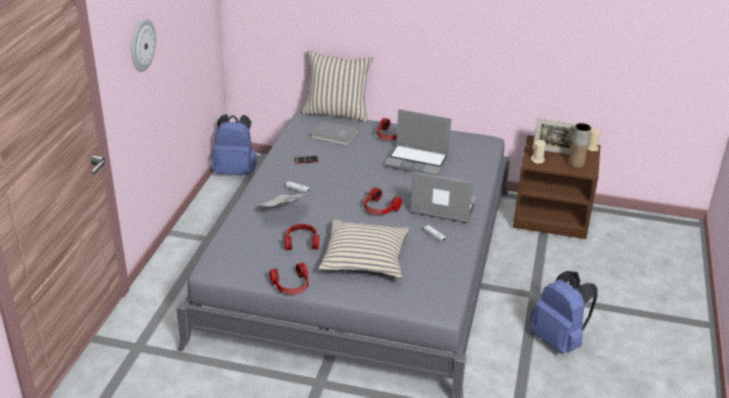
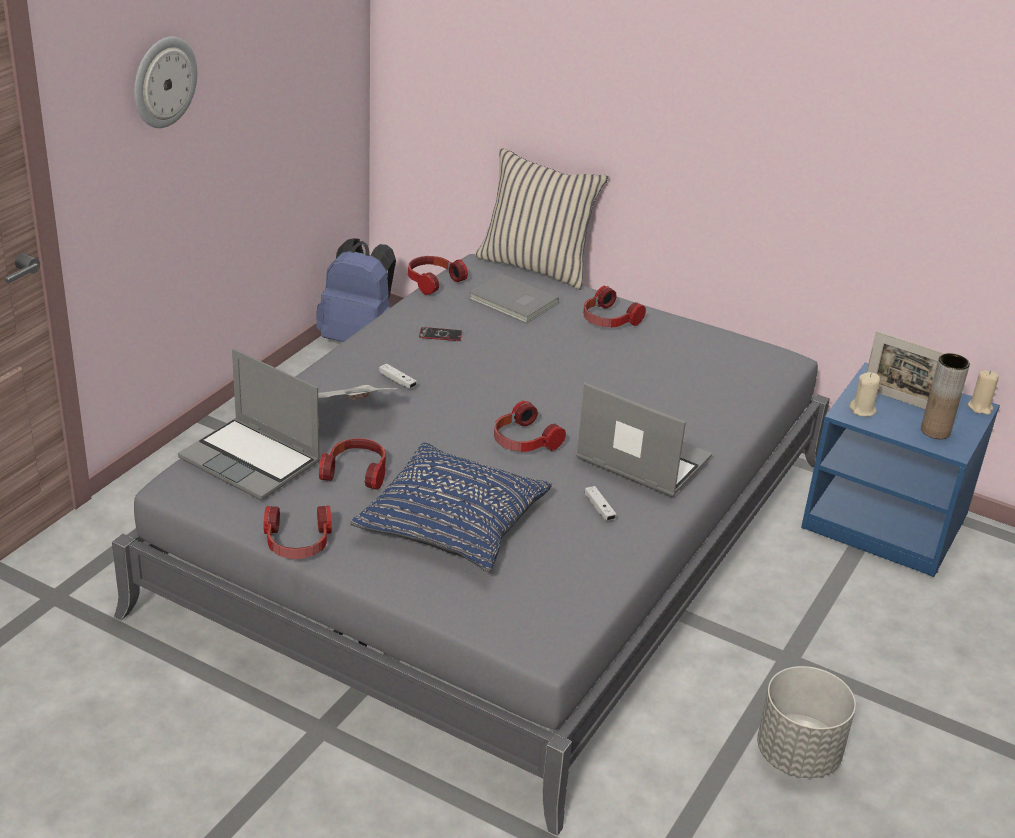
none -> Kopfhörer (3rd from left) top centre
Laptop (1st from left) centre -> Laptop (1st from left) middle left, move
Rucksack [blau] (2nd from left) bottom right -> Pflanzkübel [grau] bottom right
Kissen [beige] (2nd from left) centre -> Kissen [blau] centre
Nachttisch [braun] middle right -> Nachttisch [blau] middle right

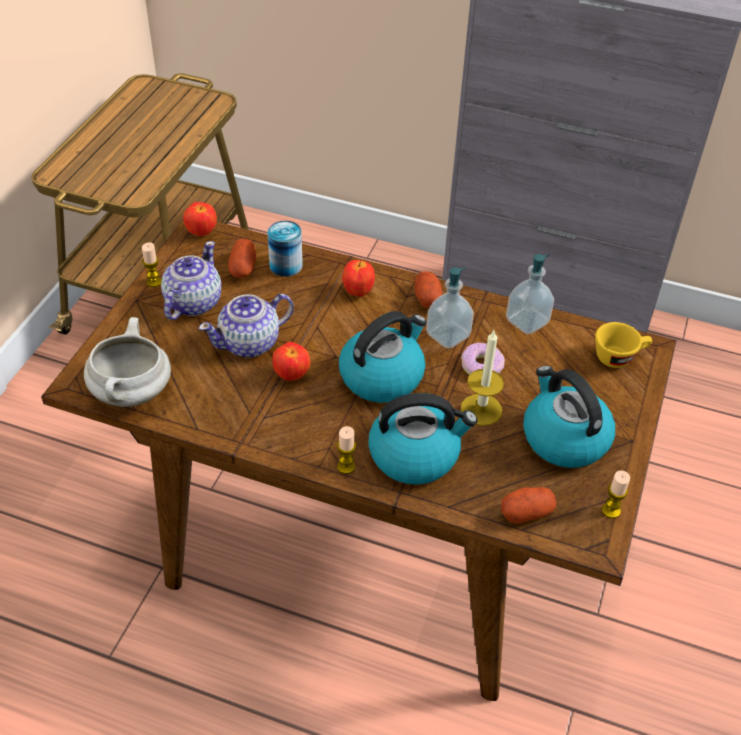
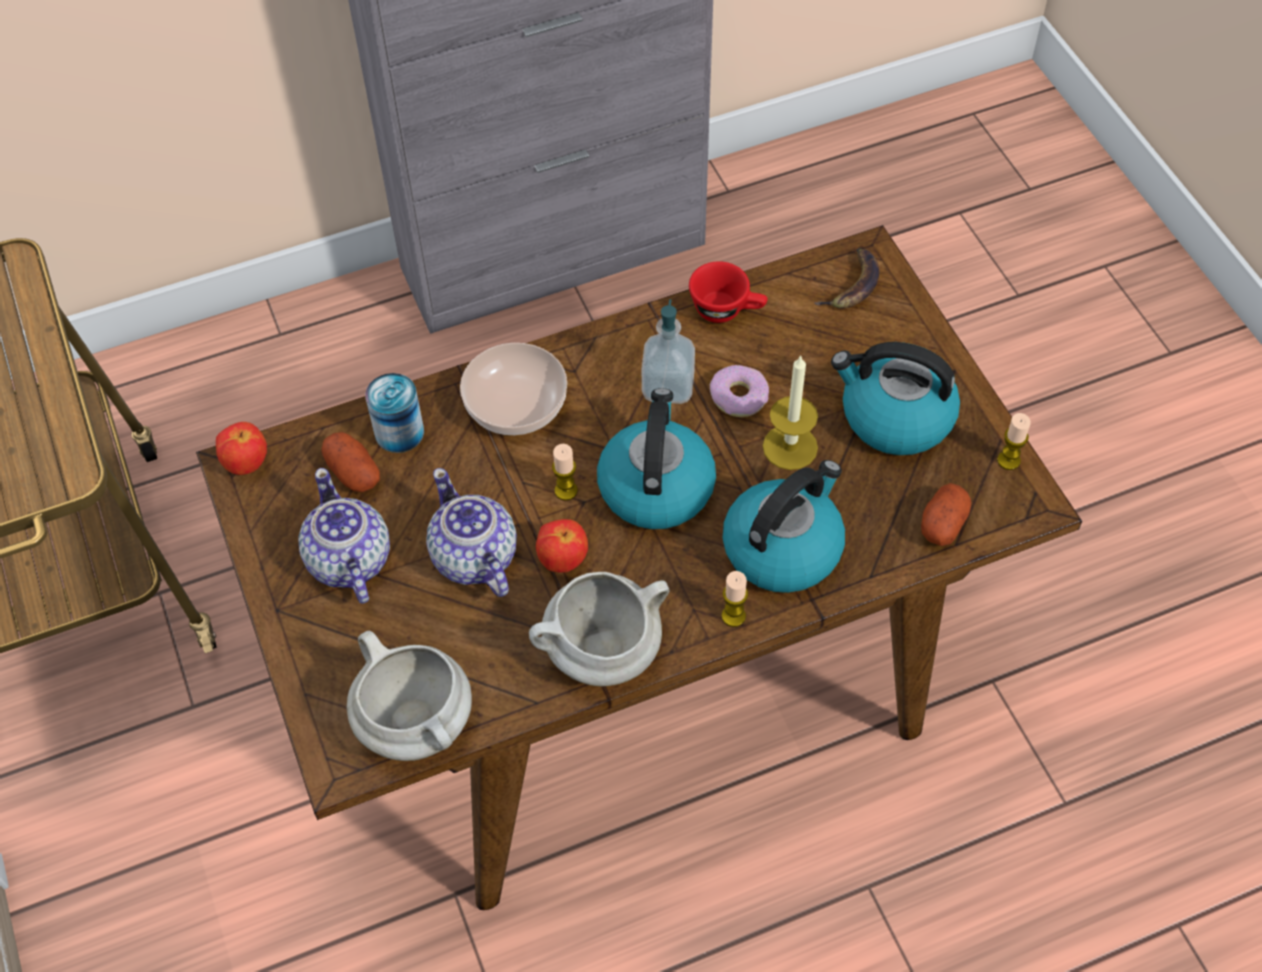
Kartoffel (2nd from left) centre -> none
none -> Kochtopf [weiß] (2nd from left) centre
Kerze (1st from left) middle left -> Kerze (1st from left) centre, move
Apfel (3rd from left) centre -> Schüssel centre
Seifenspender (2nd from left) middle right -> Tasse [rot] top centre
Tasse [gelb] middle right -> Banane top right
Teekanne (2nd from left) middle left -> Teekanne (2nd from left) centre, 135 degrees clockwise

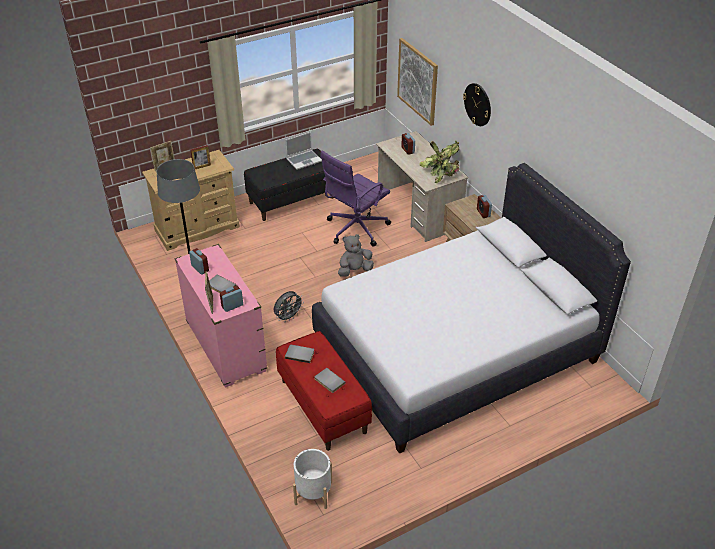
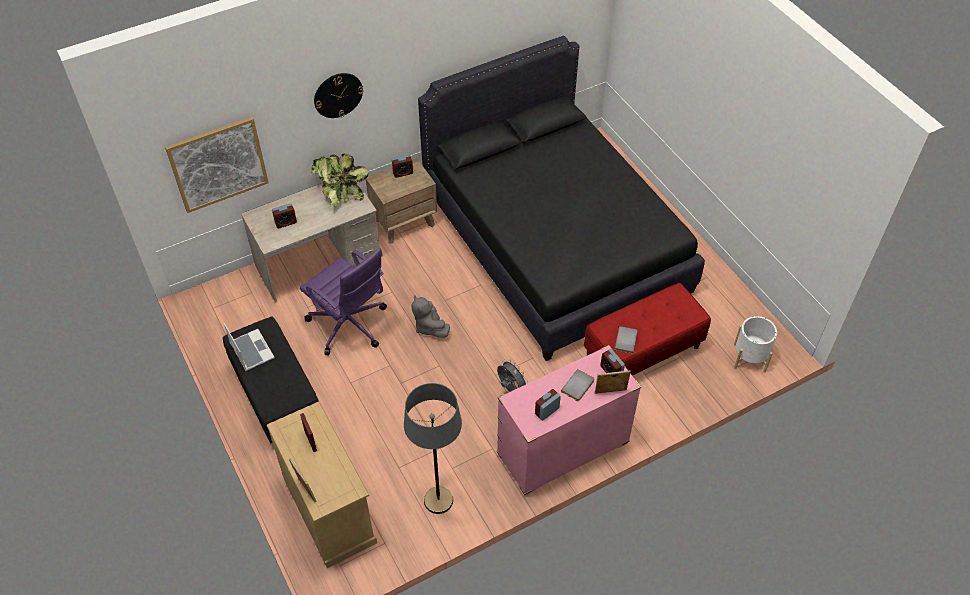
Buch [grau] (3rd from left) bottom centre -> none
Bett [weiß] centre -> Bett [schwarz] top centre

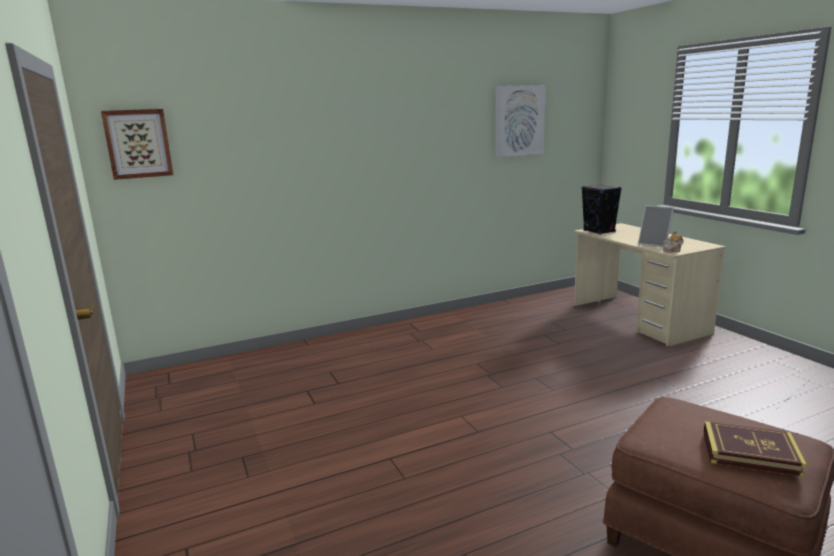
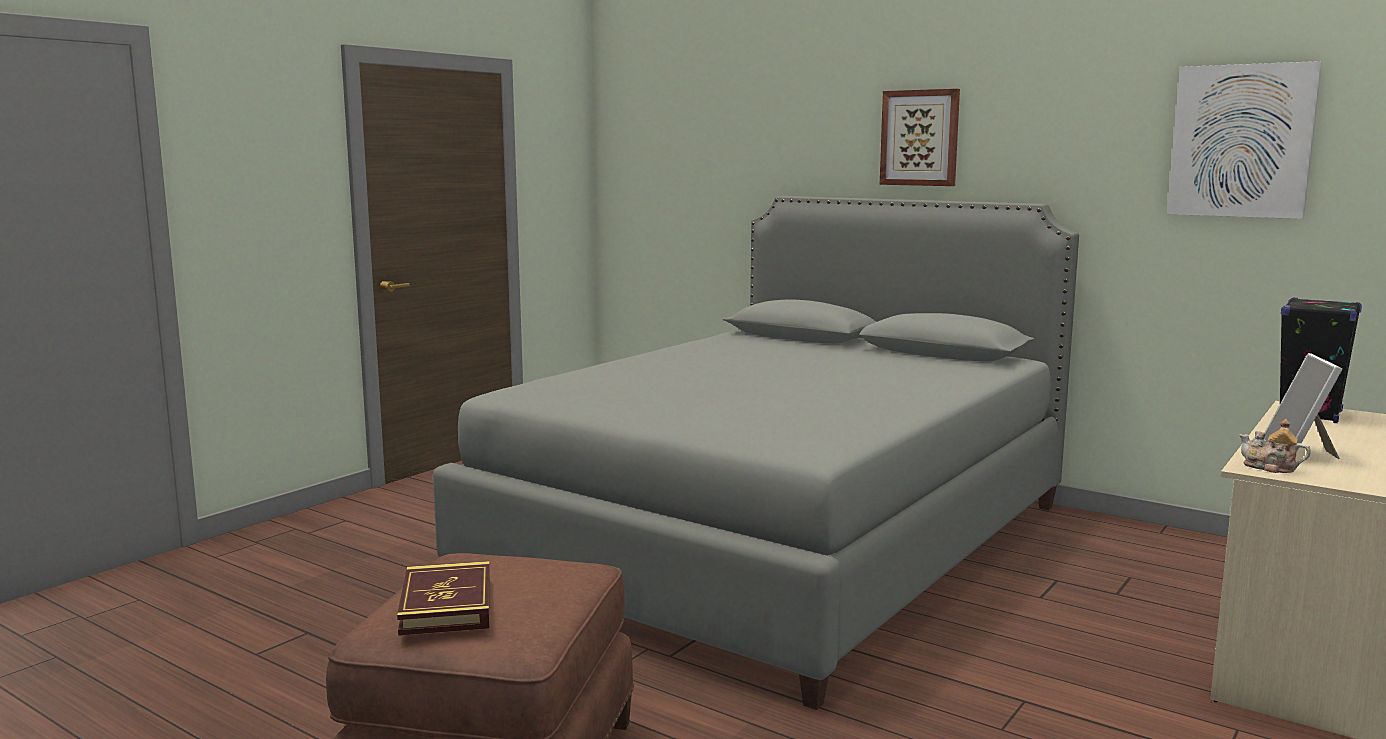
none -> Bett [grau] centre
Bild (1st from left) top left -> Bild (1st from left) top centre, move

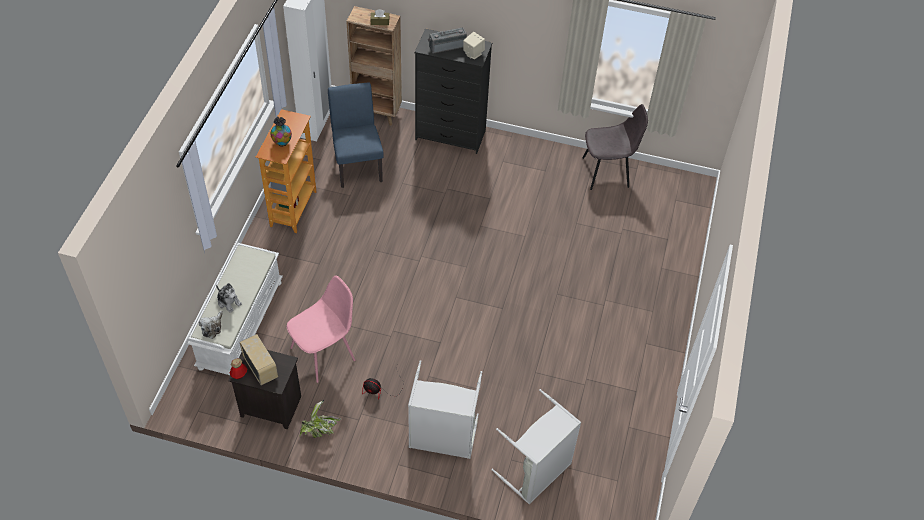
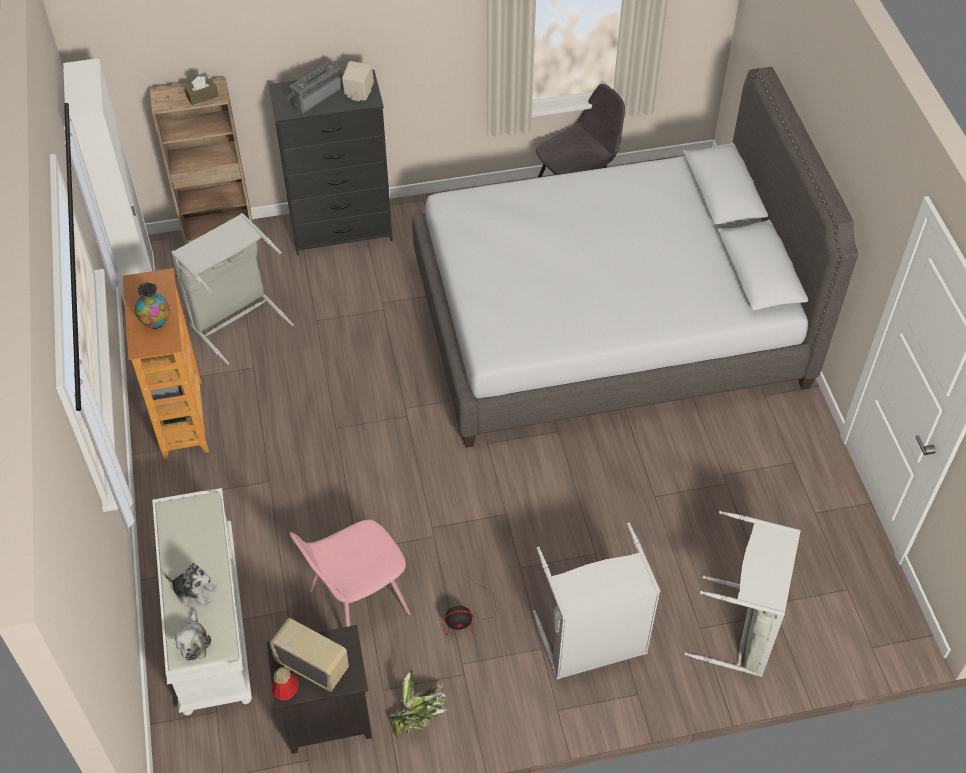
none -> Bett [grau] top centre
Stuhl [blau] top centre -> Wäschekorb [grau] (1st from left) middle left
Stuhl [rosa] centre -> Stuhl [rosa] bottom centre, 150 degrees counterclockwise

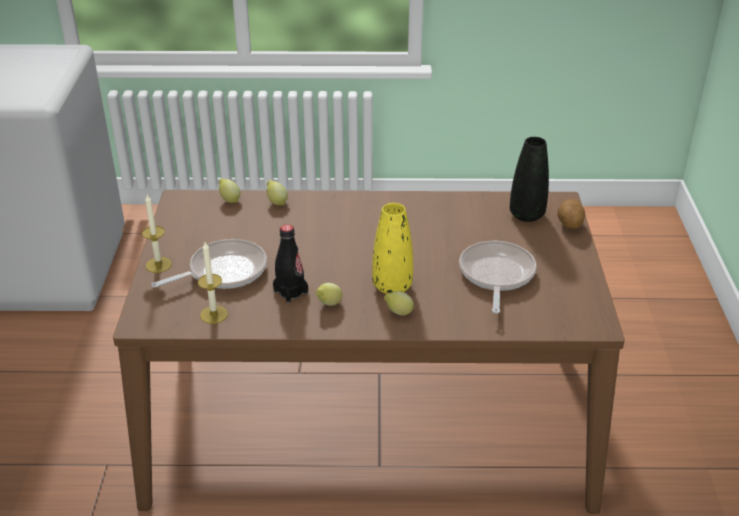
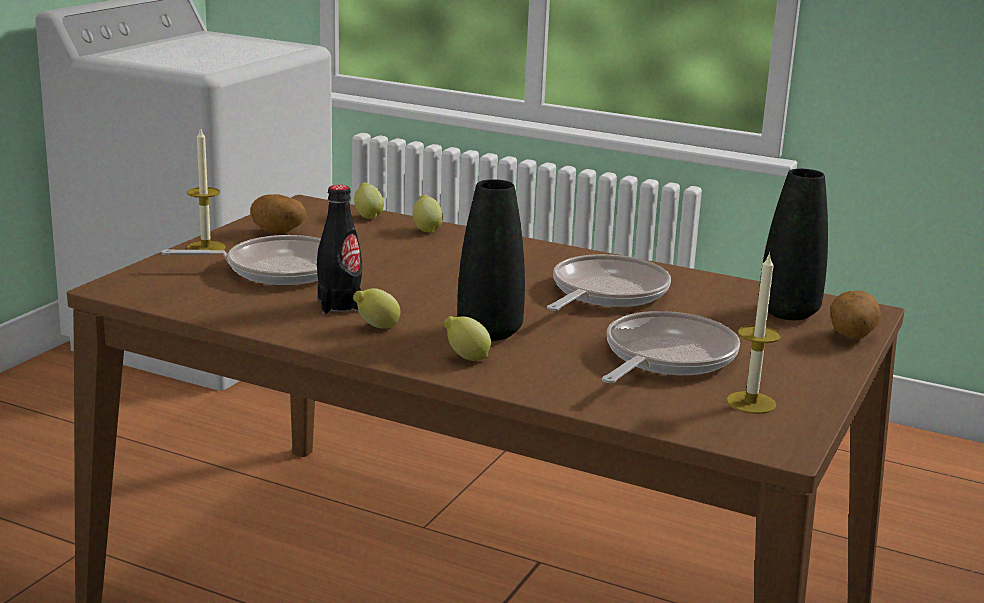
none -> Kartoffel (1st from left) middle left
none -> Pfanne (2nd from left) centre
Kerze (2nd from left) middle left -> Kerze (2nd from left) middle right, move
Vase [gelb] centre -> Vase [schwarz] (1st from left) centre

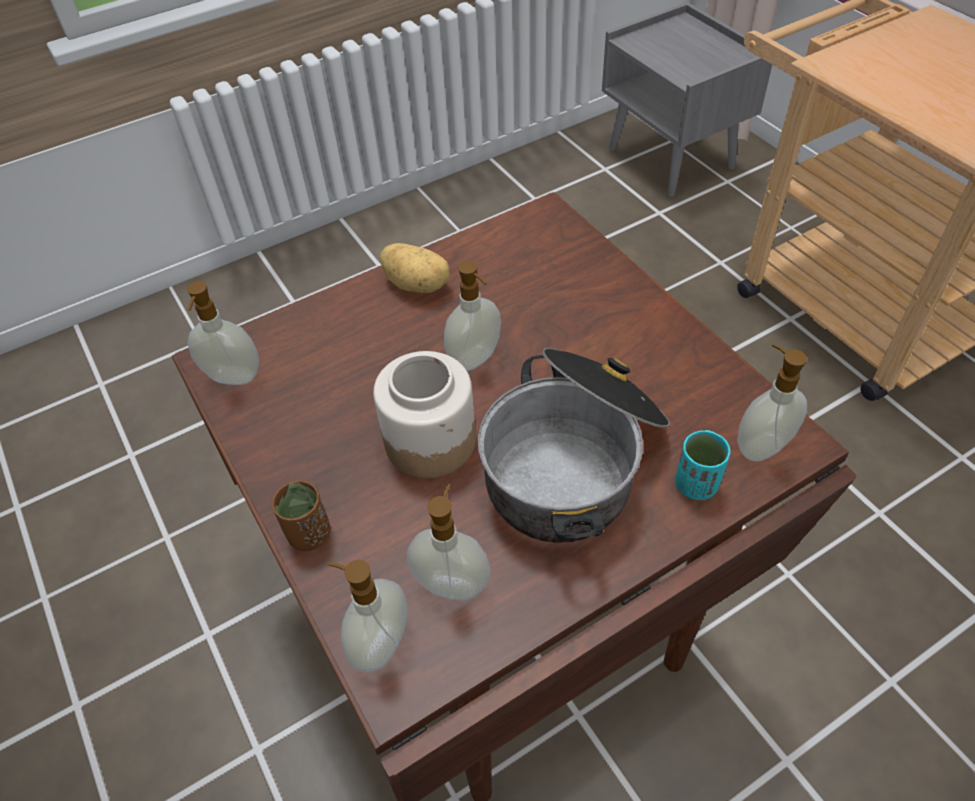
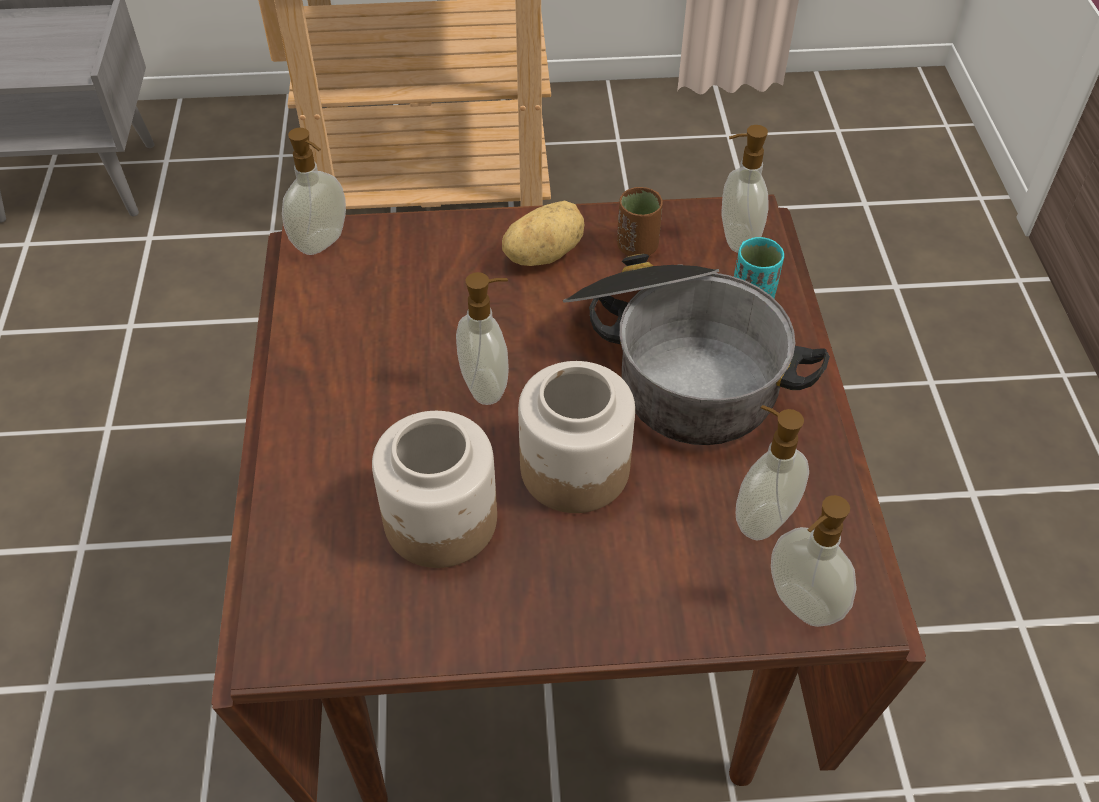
none -> Vorratsglas (1st from left) centre
Seifenspender (1st from left) middle left -> Seifenspender (1st from left) top left, move
Tasse [braun] middle left -> Tasse [braun] top centre, move
Kartoffel centre -> Kartoffel top centre, move

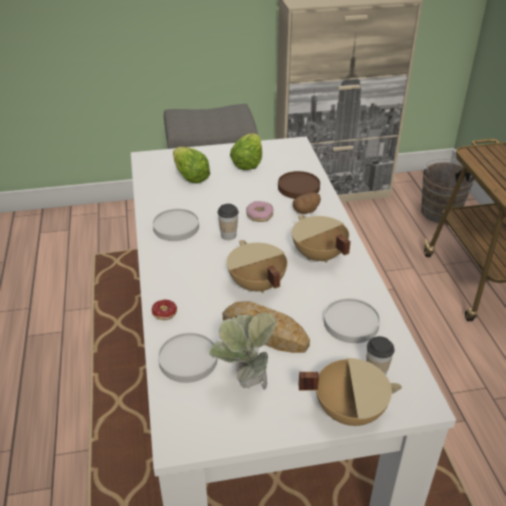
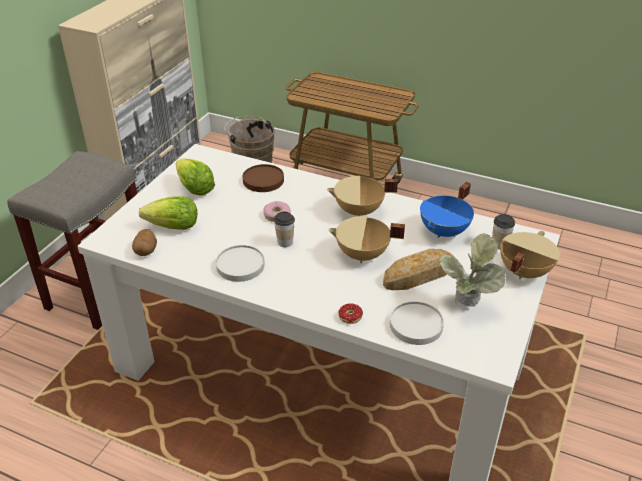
Kartoffel centre -> Kartoffel middle left, move
Teller [weiß] (3rd from left) middle right -> Kochtopf [blau] middle right

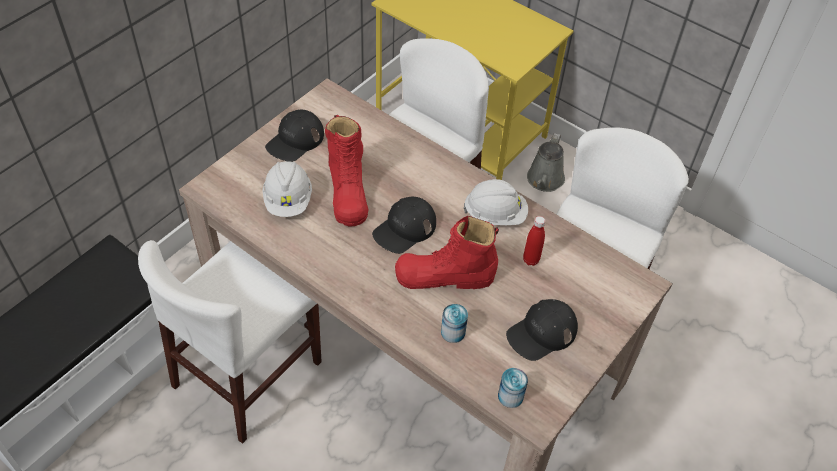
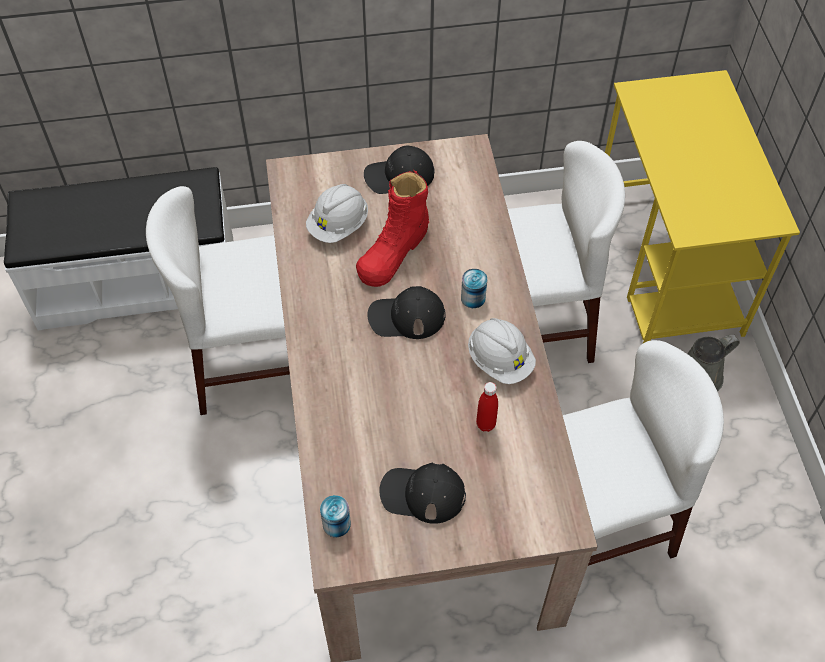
Stiefel [rot] (2nd from left) centre -> none
Dose (1st from left in the first image) bottom centre -> Dose (2nd from left) centre, move

